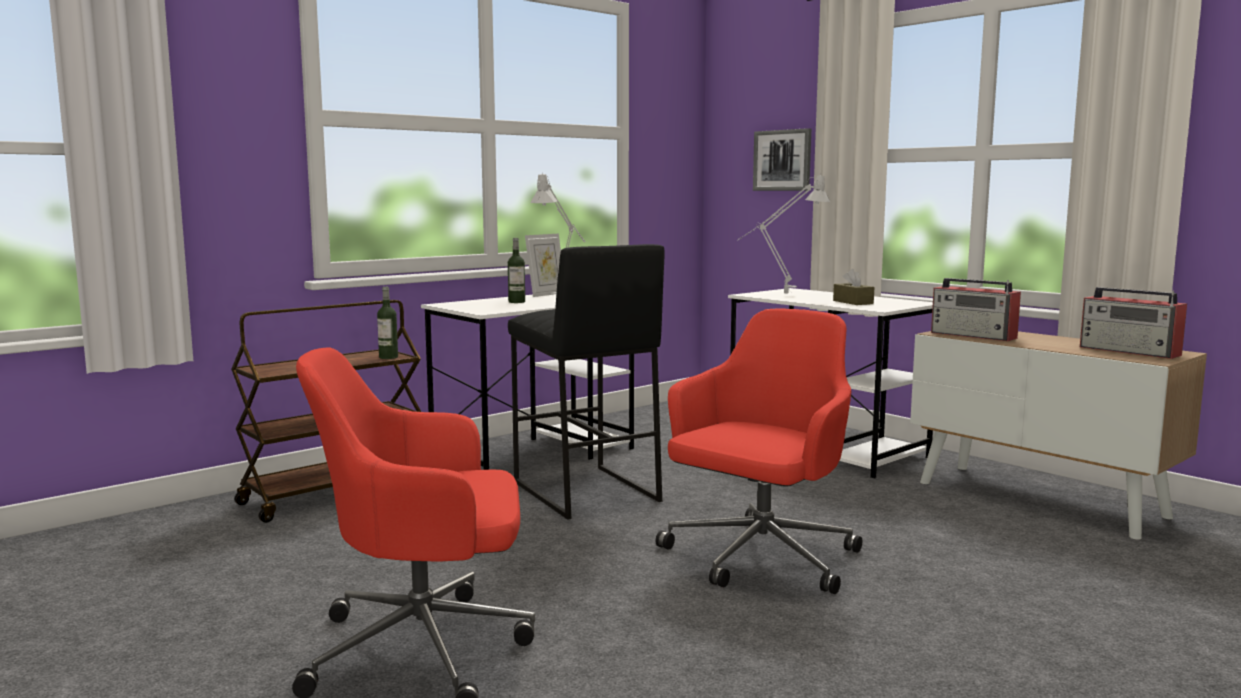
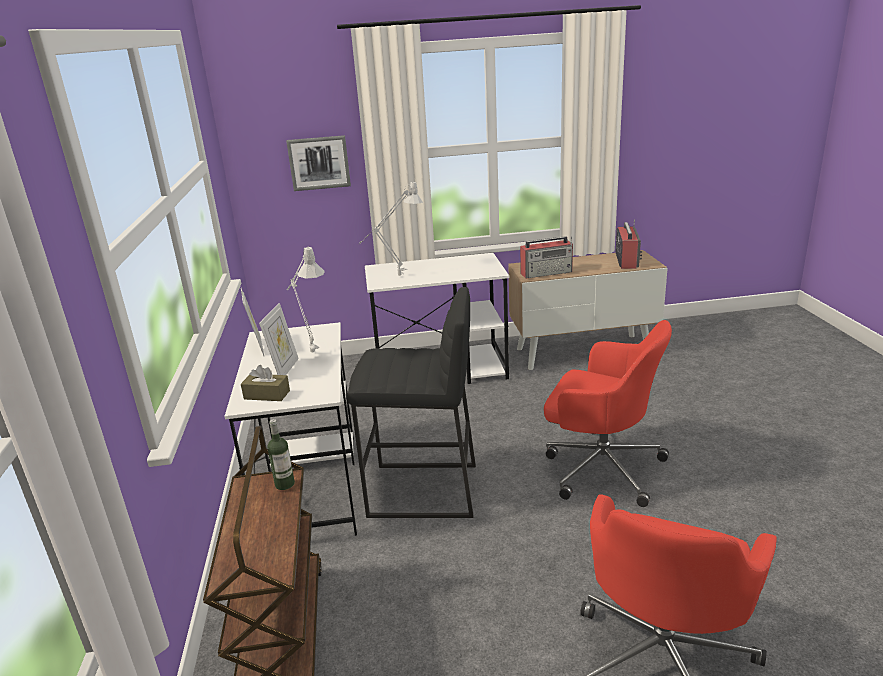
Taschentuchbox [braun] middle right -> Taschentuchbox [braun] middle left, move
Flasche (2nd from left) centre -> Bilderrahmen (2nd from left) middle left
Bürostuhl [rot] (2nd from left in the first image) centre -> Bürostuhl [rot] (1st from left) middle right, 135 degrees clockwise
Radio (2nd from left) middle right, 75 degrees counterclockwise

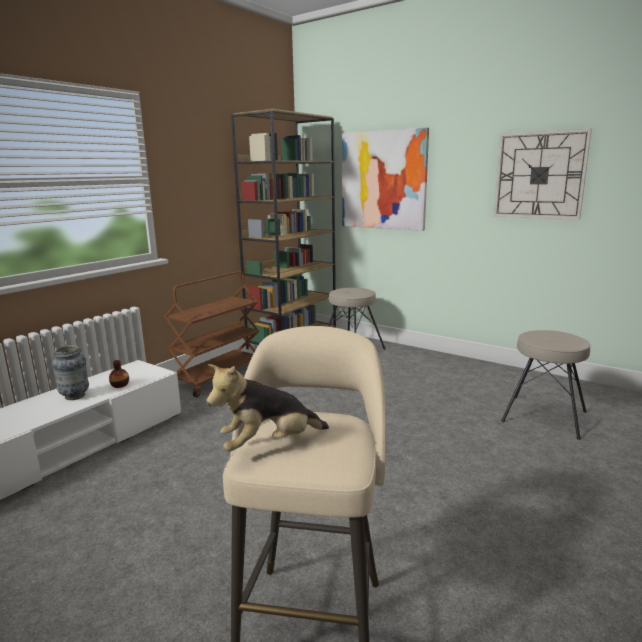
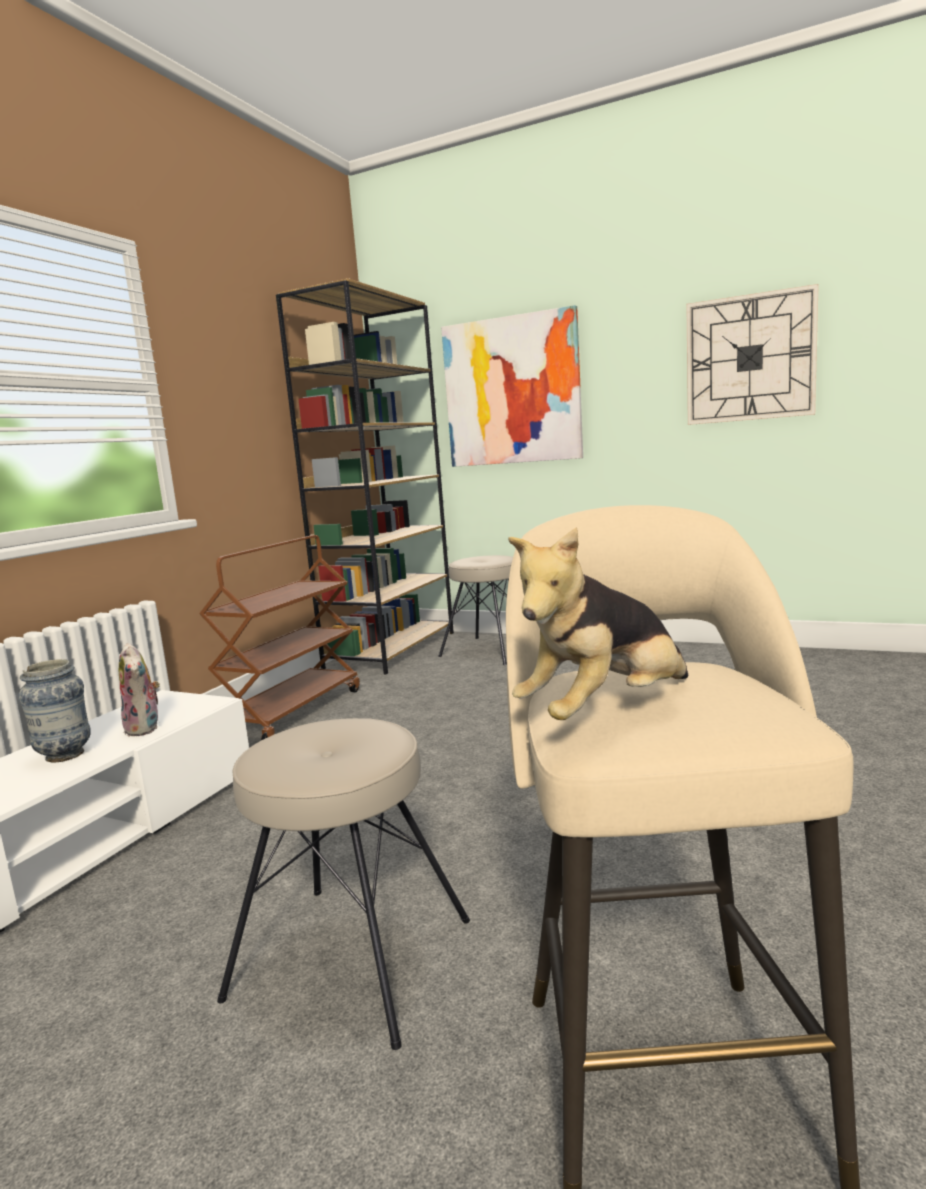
Hocker [beige] (3rd from left in the first image) middle right -> Hocker [beige] (1st from left) bottom centre, move
Vase (2nd from left) middle left -> Plüschtier (1st from left) middle left

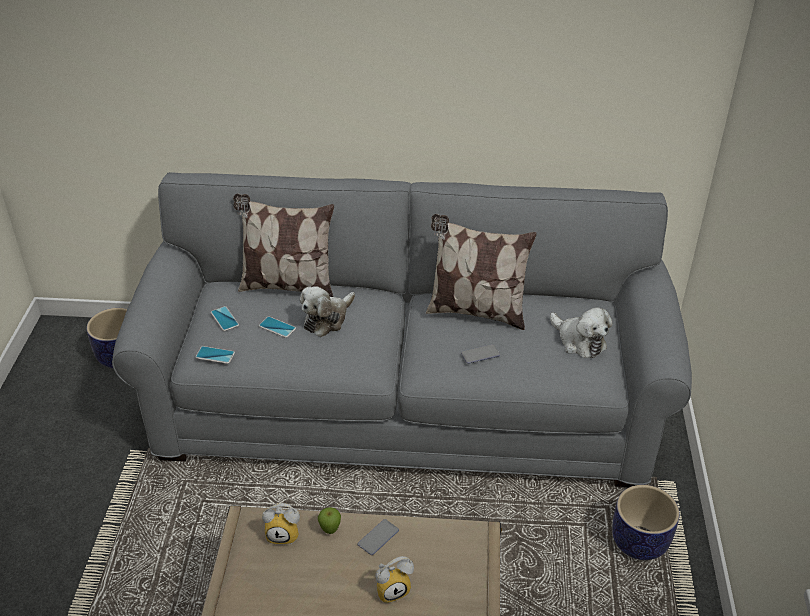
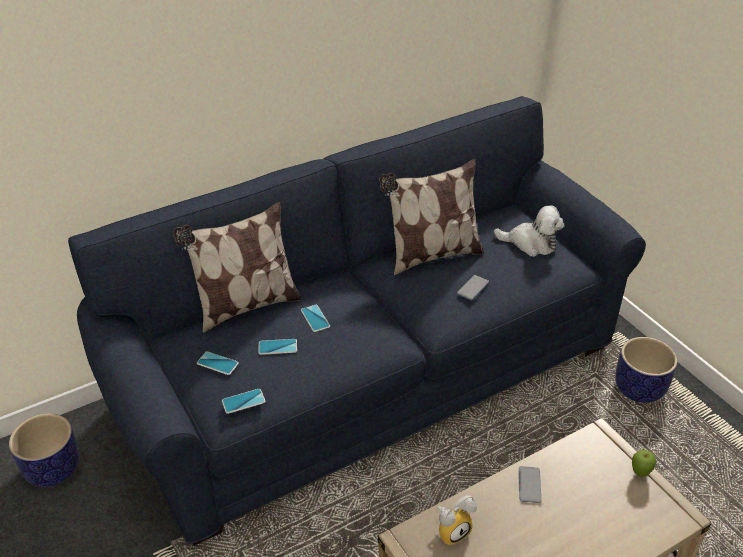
Wecker (2nd from left) bottom centre -> none
Apfel bottom centre -> Apfel bottom right, move
Plüschtier (1st from left) centre -> Handy (4th from left) centre
Sofa [grau] centre -> Sofa [blau] centre

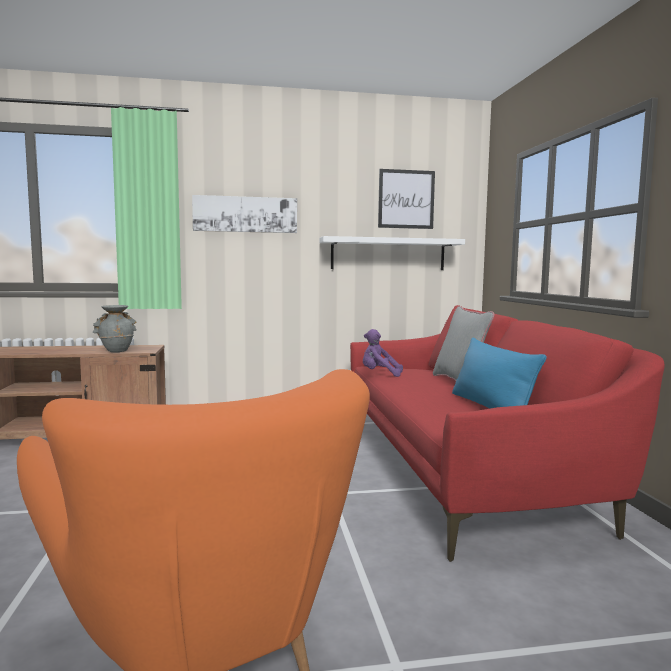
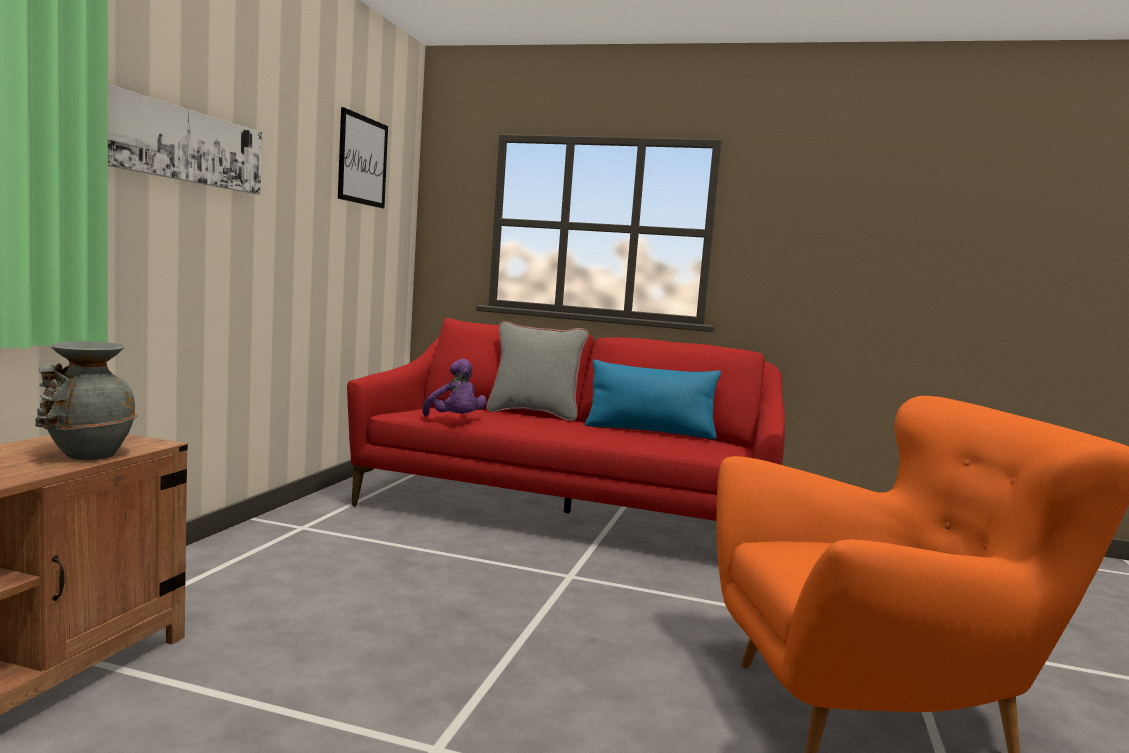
Wandregal [weiß] centre -> none
Plüschtier [lila] centre, 75 degrees counterclockwise

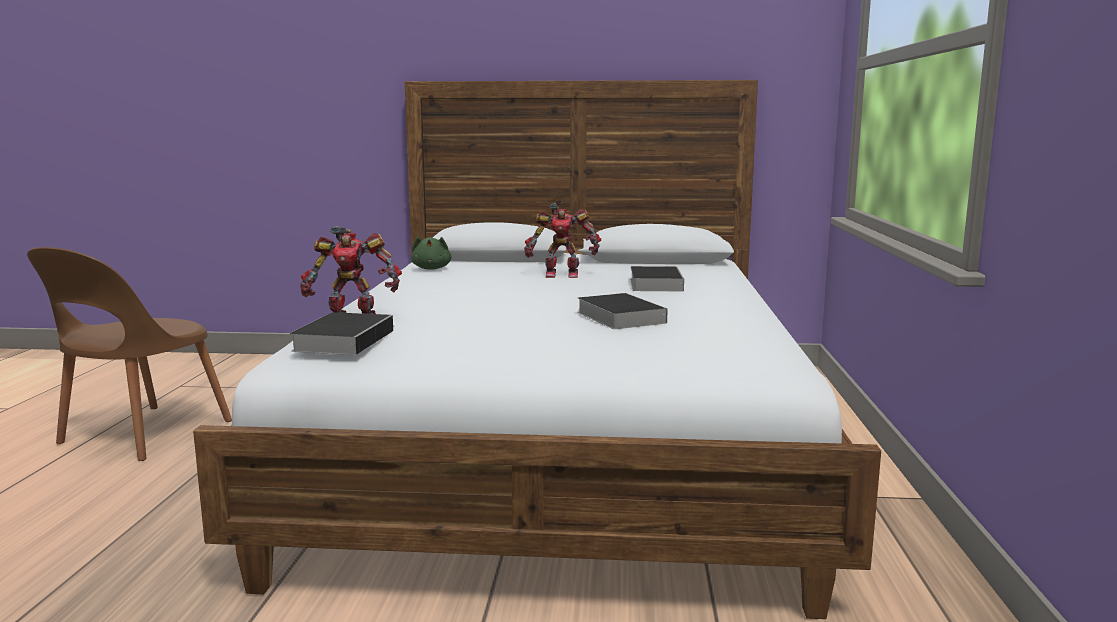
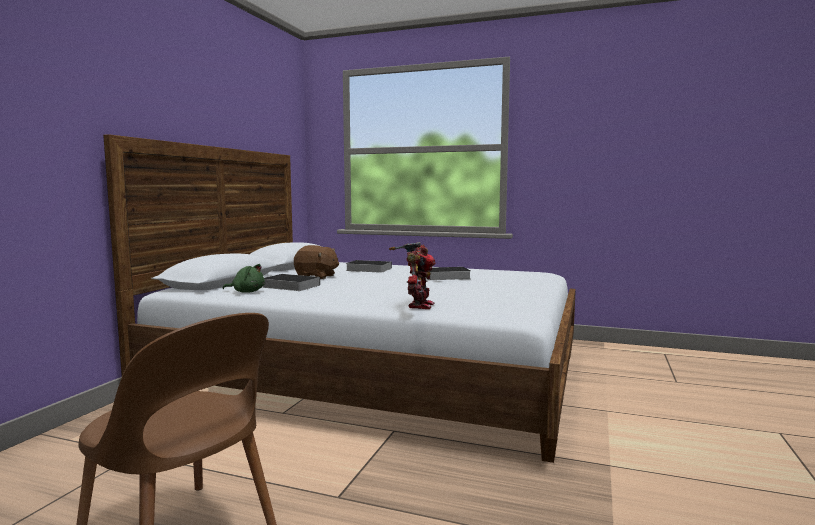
Buch (1st from left) middle left -> Buch (1st from left) centre, move
Spielzeugroboter (2nd from left) centre -> Plüschtier [braun] centre

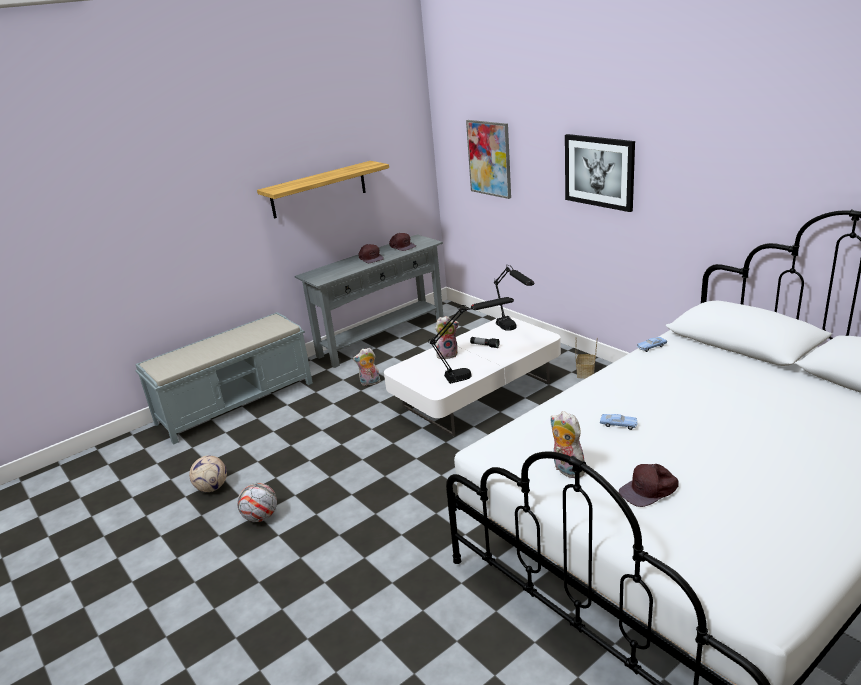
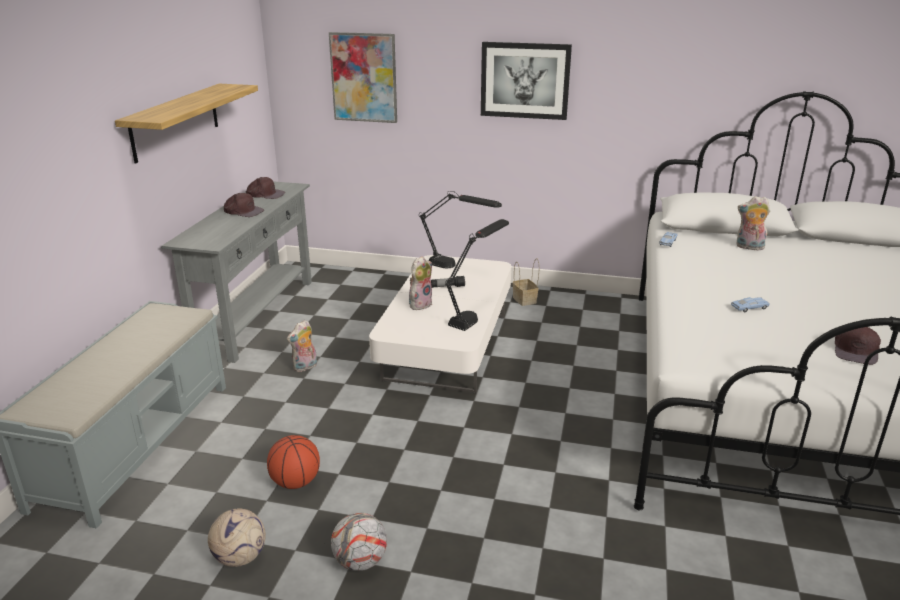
none -> Basketball bottom left
Plüschtier (3rd from left) centre -> Plüschtier (3rd from left) middle right, move

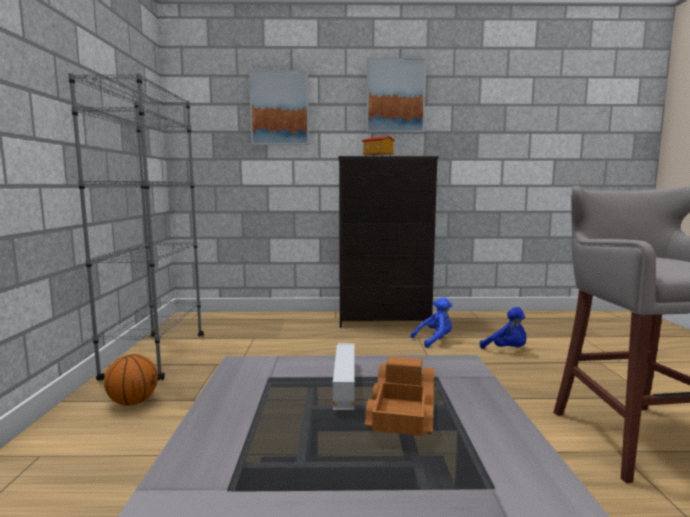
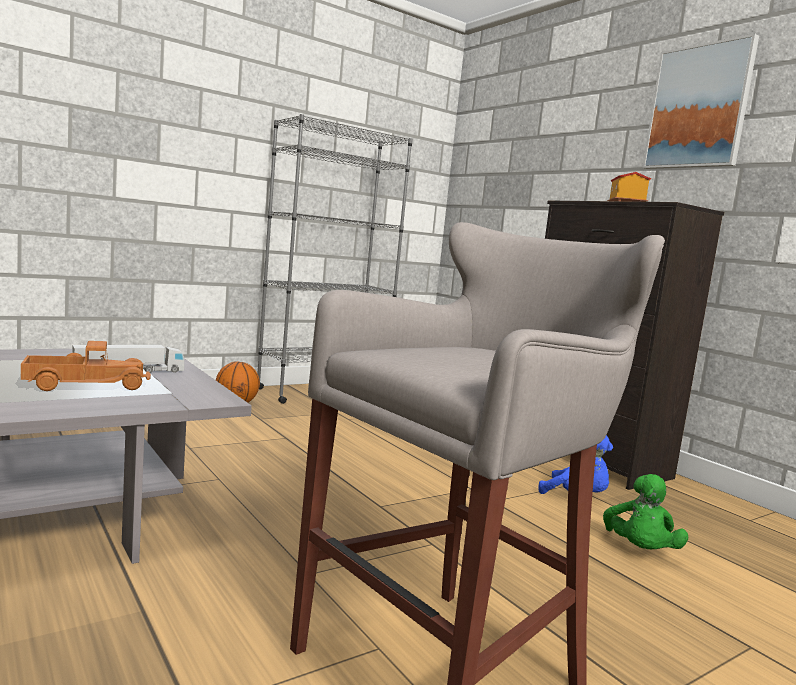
Bild (1st from left) top centre -> none
Plüschtier [blau] (2nd from left) middle right -> Plüschtier [grün] bottom right

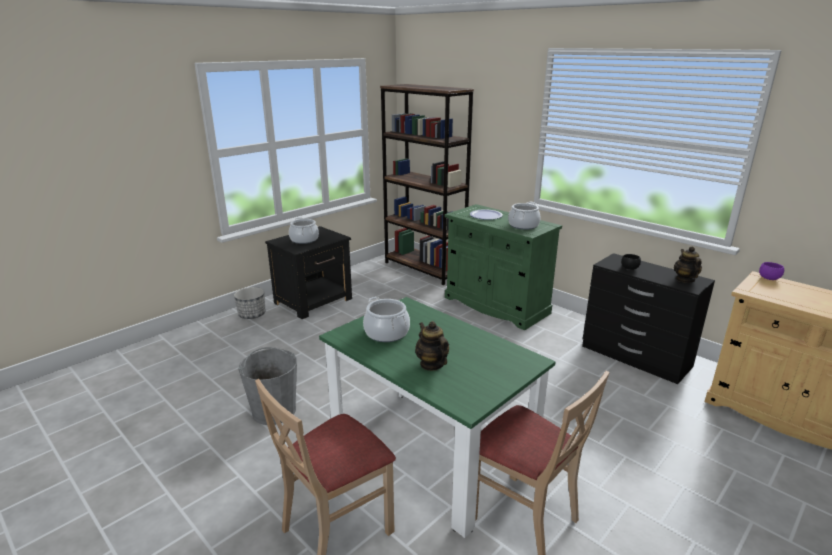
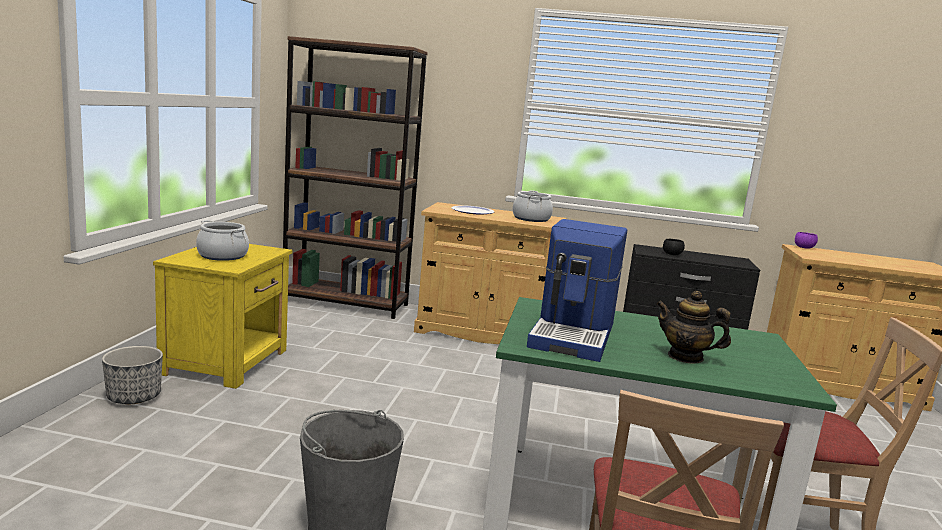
Teekanne (2nd from left) middle right -> none
Kochtopf (2nd from left) centre -> Kaffeemaschine centre
Nachttisch [schwarz] centre -> Nachttisch [gelb] middle left
Schrank [grün] centre -> Schrank [beige] (1st from left) centre

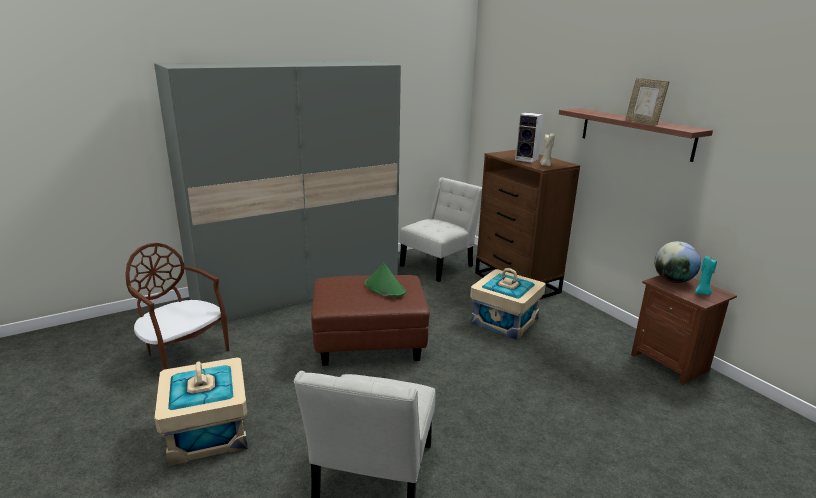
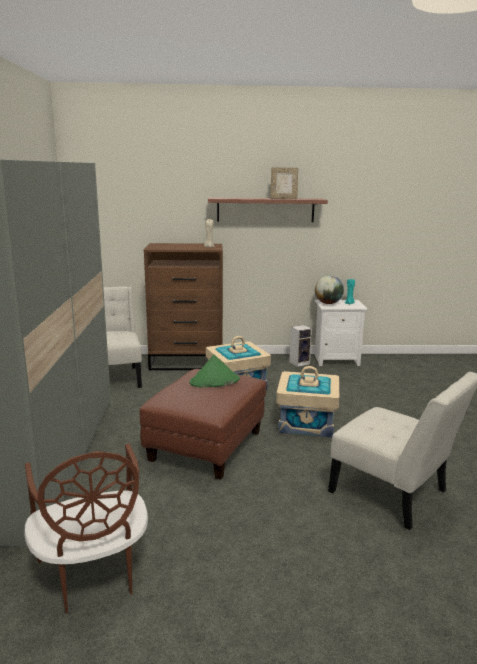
Aufbewahrungsbox [beige] (1st from left in the first image) bottom left -> Aufbewahrungsbox [beige] (2nd from left) centre, move
Lautsprecher top centre -> Lautsprecher centre, move
Nachttisch [braun] middle right -> Nachttisch [weiß] middle right
Stuhl [braun] middle left -> Stuhl [braun] bottom left, 90 degrees counterclockwise

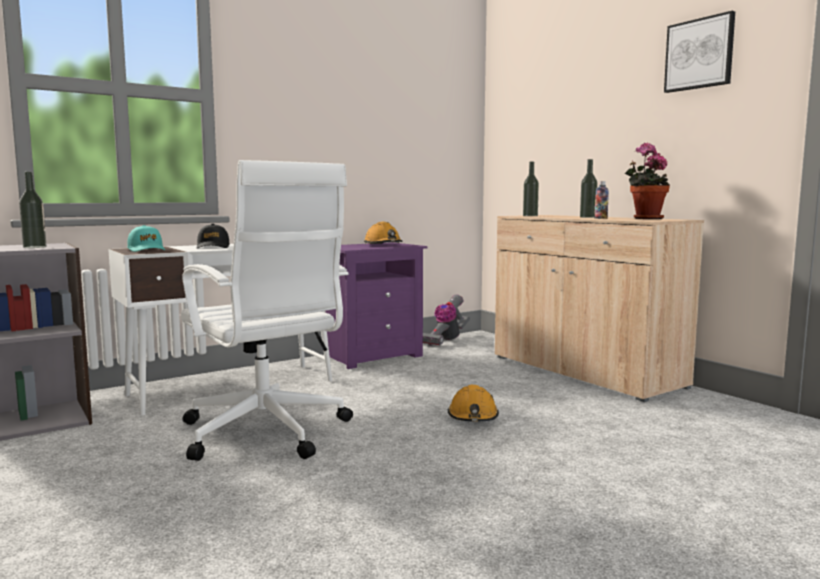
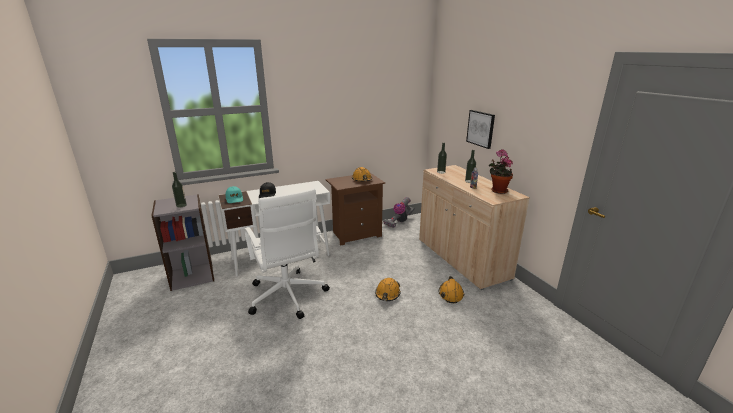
none -> Schutzhelm [orange] (3rd from left) bottom centre
Bild top right -> Bild top centre, move
Nachttisch [lila] centre -> Nachttisch [braun] centre

